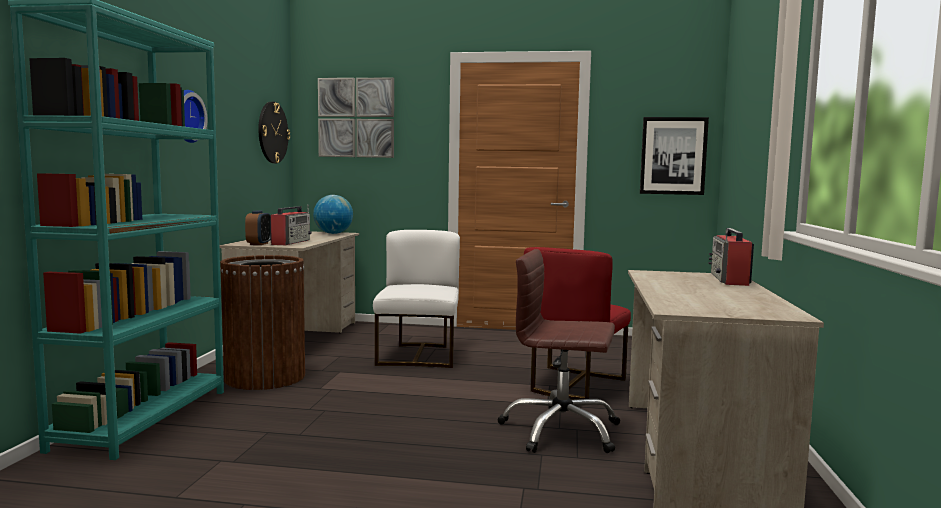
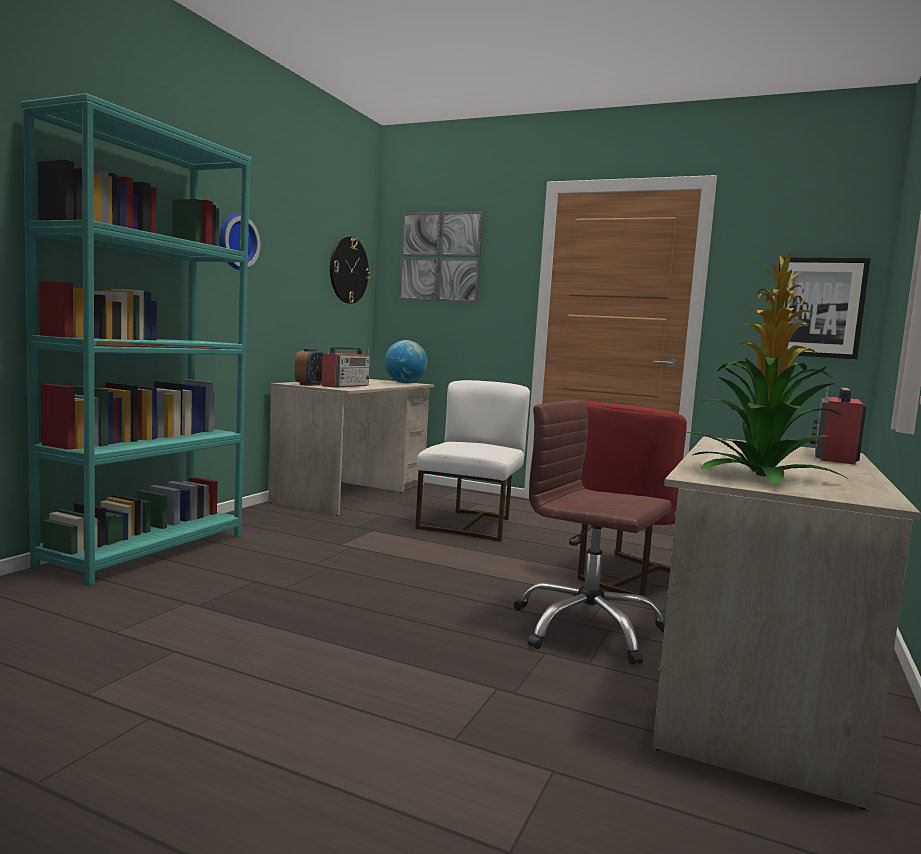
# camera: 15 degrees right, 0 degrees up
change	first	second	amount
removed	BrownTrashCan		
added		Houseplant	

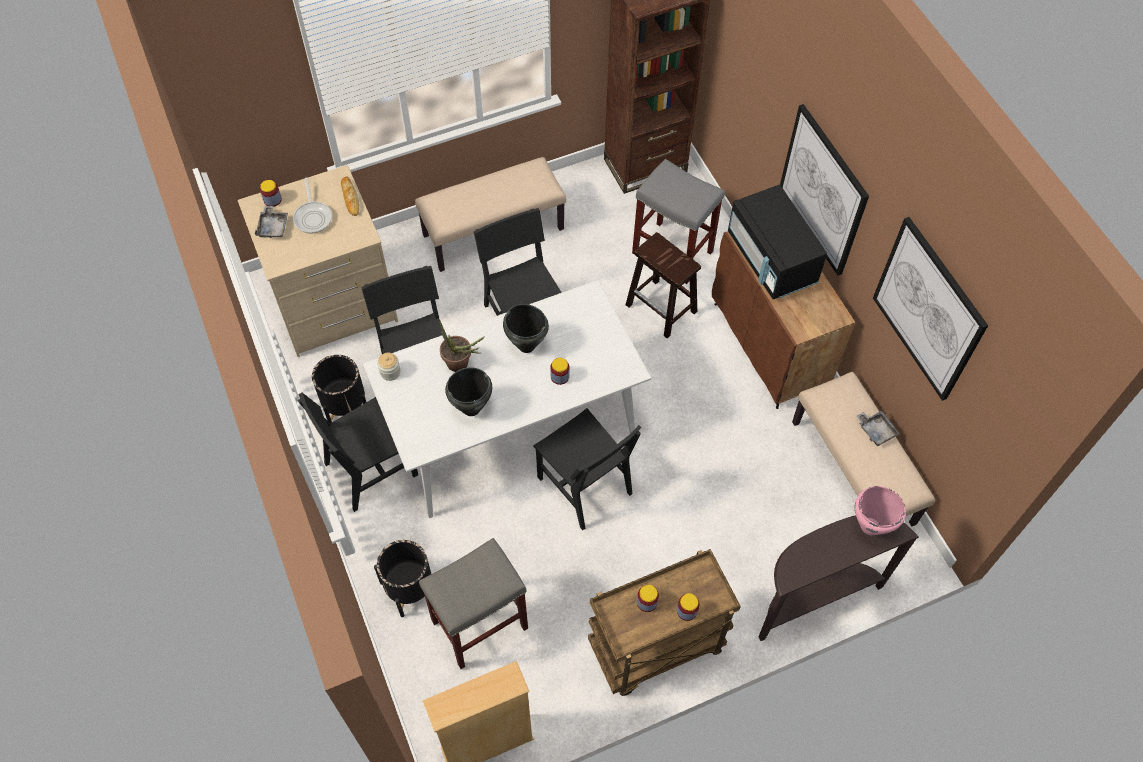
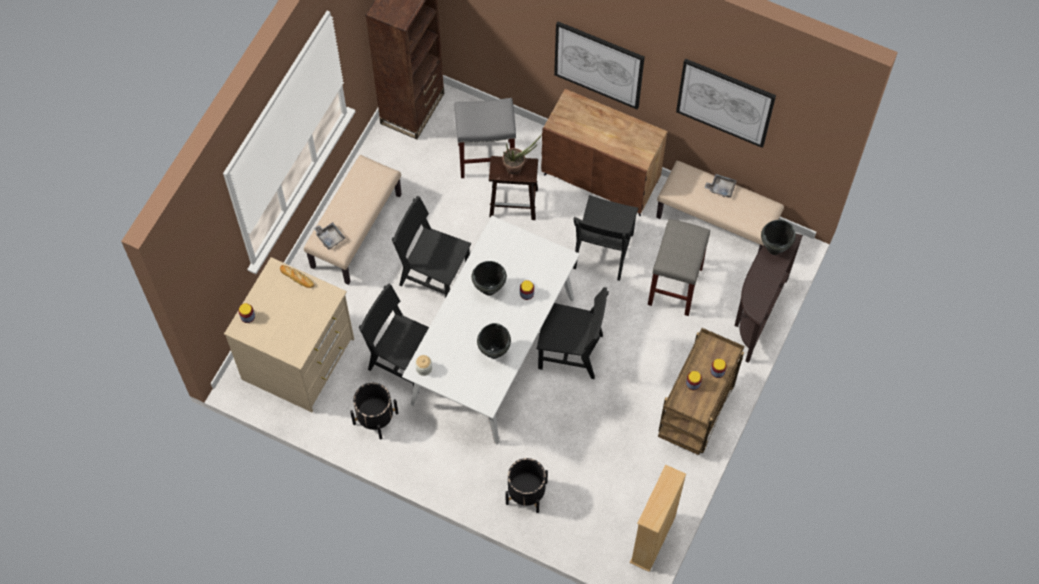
# camera: 40 degrees left, 5 degrees up
change	first	second	amount
removed	Pan		
removed	BlackishKitchenMicrowave		
moved	GreyCarryingTray (1st from left)		
moved	BlackishChair (1st from left in the first image)	BlackishChair (4th from left)	
moved	GreyStoolSeat (1st from left in the first image)	GreyStoolSeat (2nd from left)	
moved	Houseplant		
recoloured	PinkCookingPot	BlackishCookingPot (3rd from left)	

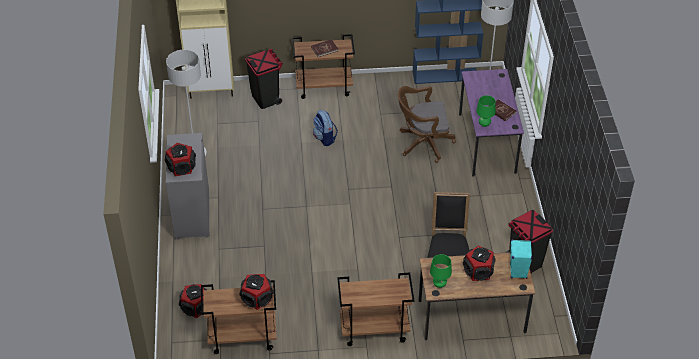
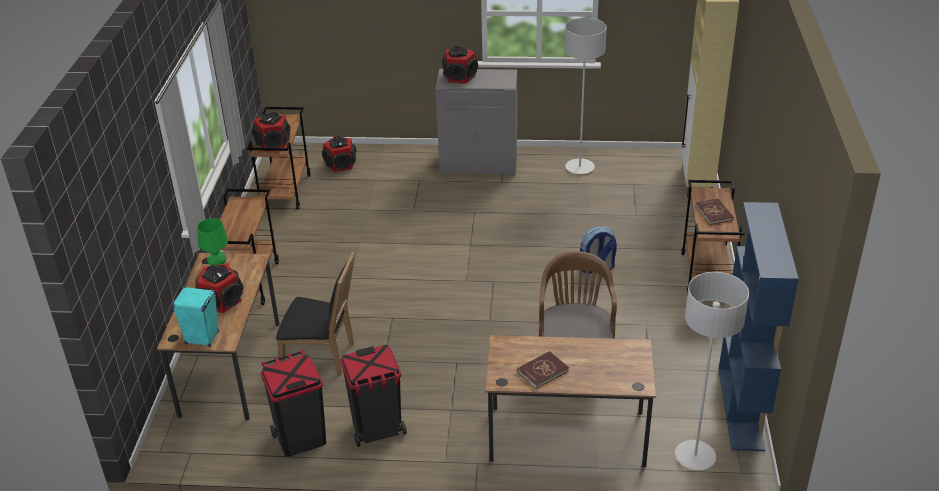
# camera: 100 degrees right, 10 degrees down
change	first	second	amount
removed	GreenColouredTableLamp (2nd from left)		
moved	BlackishTrashCan (1st from left in the first image)	BlackishTrashCan (2nd from left)	
recoloured	PurplishDeskTable	BrownDeskTable (2nd from left)	

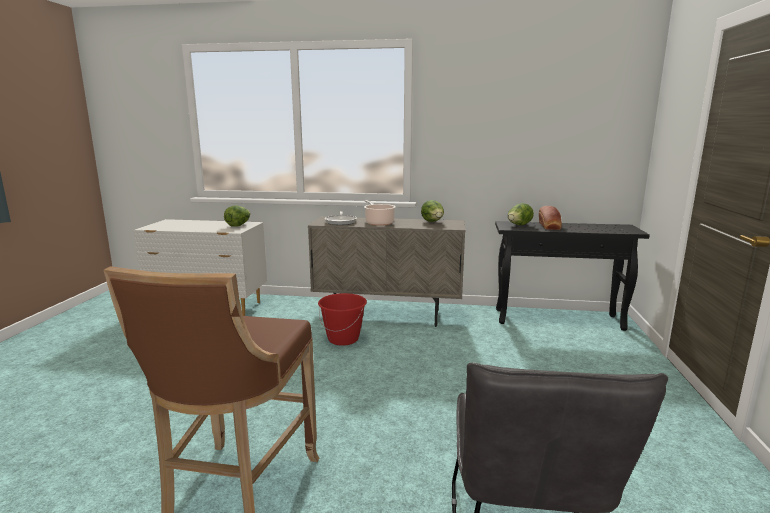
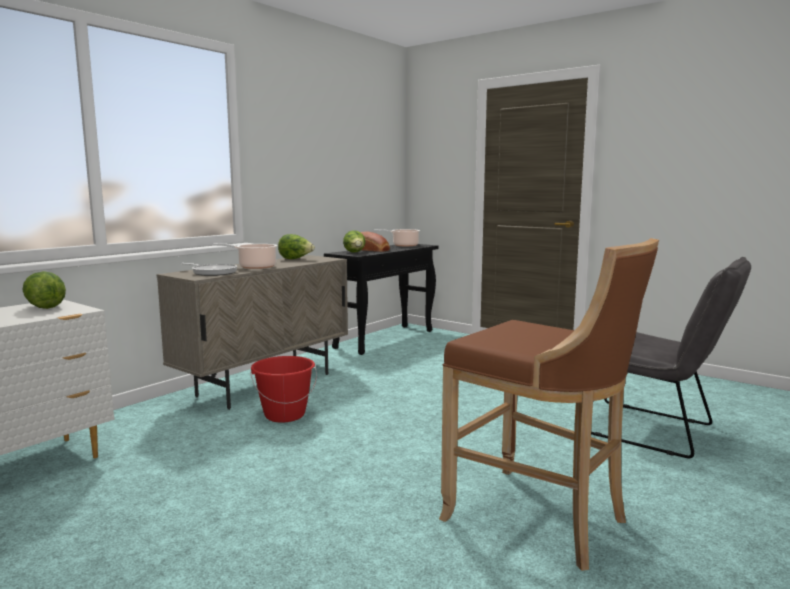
# camera: 60 degrees left, 5 degrees down
change	first	second	amount
added		CookingPot (2nd from left)	

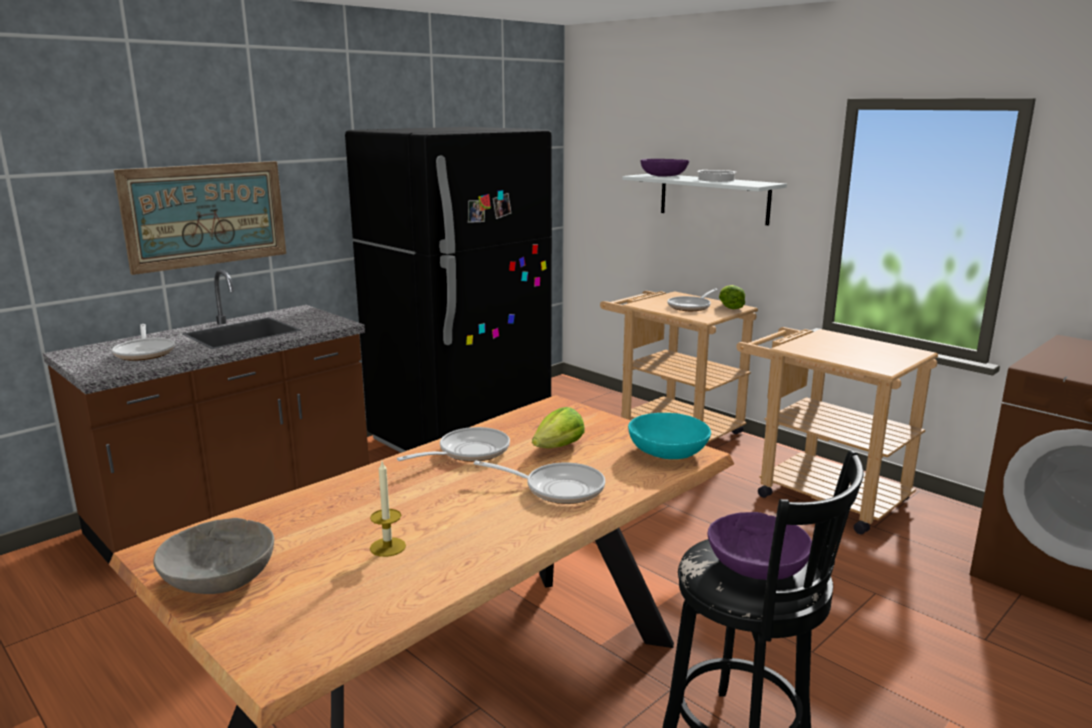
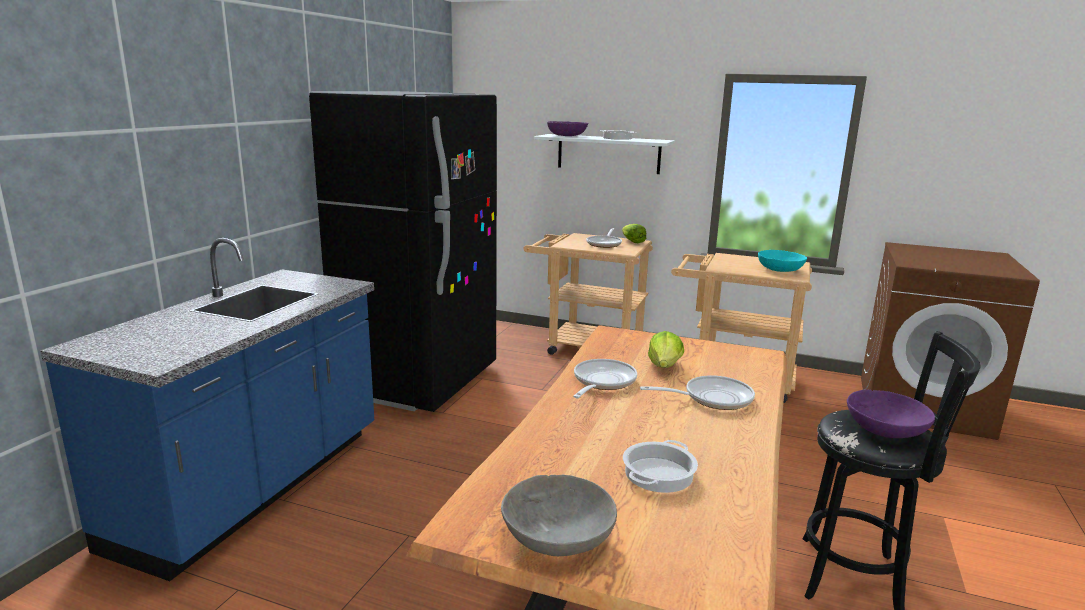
# camera: 25 degrees left, 0 degrees up
change	first	second	amount
removed	Pan (1st from left)		
removed	Picture		
moved	TurquoiseBowl		
replaced	WaxCandle	CookingPot (2nd from left)	
recoloured	BrownKitchenBaseUnit	BlueColouredKitchenBaseUnit	

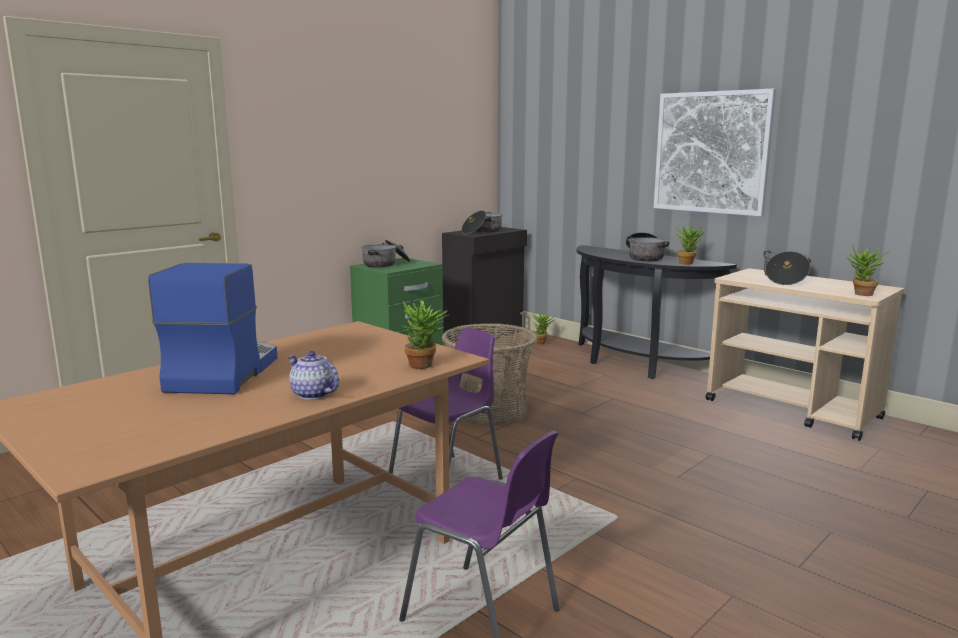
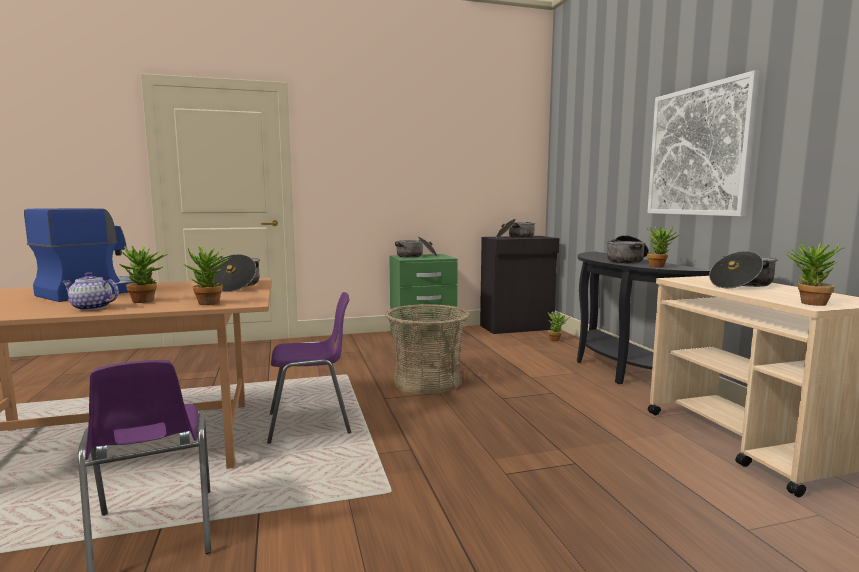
# camera: 30 degrees right, 5 degrees down
change	first	second	amount
added		Houseplant (1st from left)	
added		CookingPot (1st from left)	
turned	Teapot		60 degrees counterclockwise

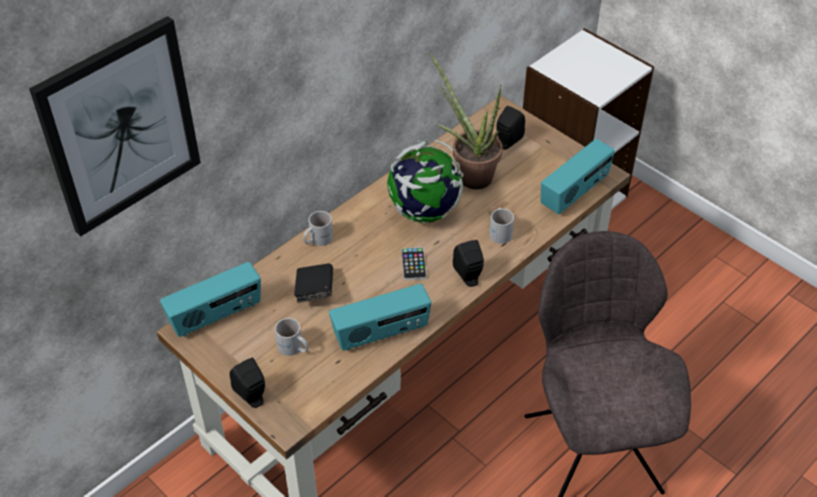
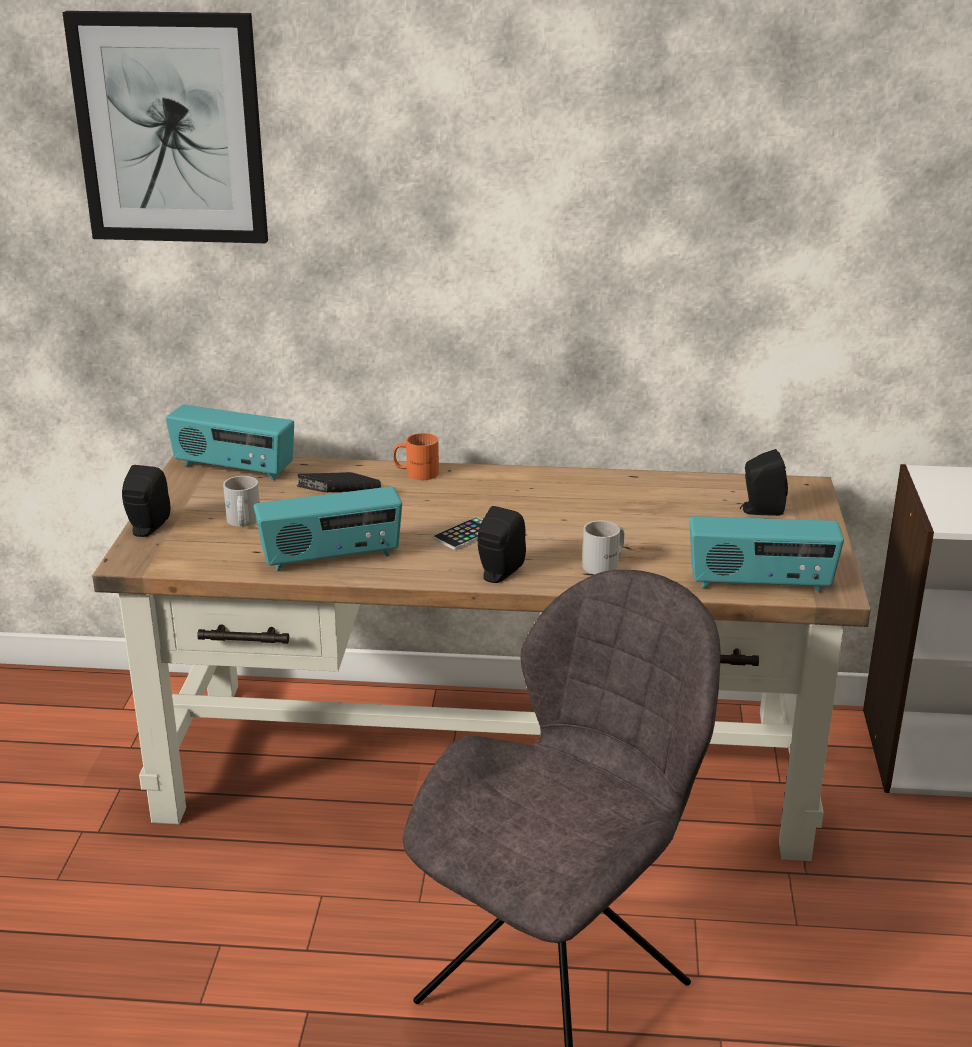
# camera: 50 degrees right, 20 degrees down
change	first	second	amount
removed	DeskGlobe		
removed	Houseplant		
recoloured	WhiteMug (2nd from left)	OrangeColouredMug	
turned	RadioSet (2nd from left)		45 degrees counterclockwise

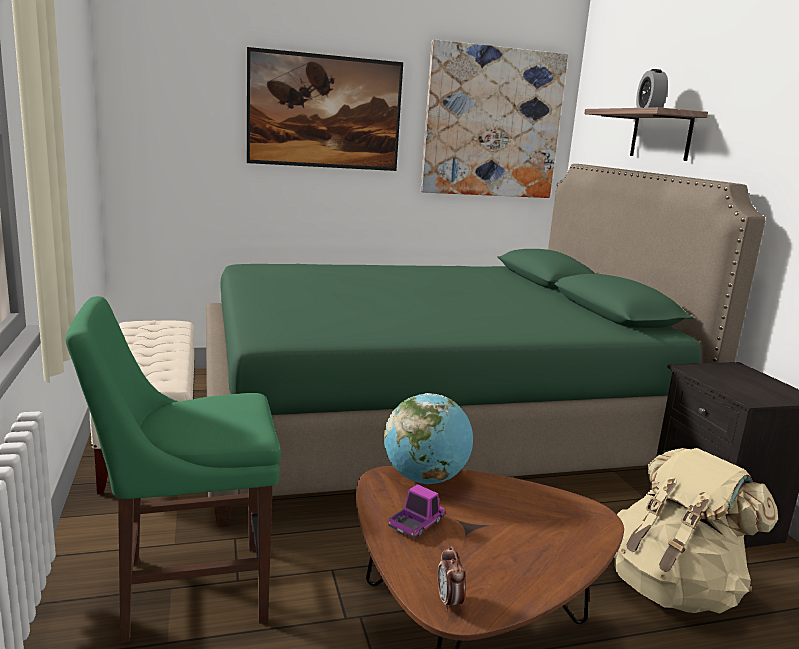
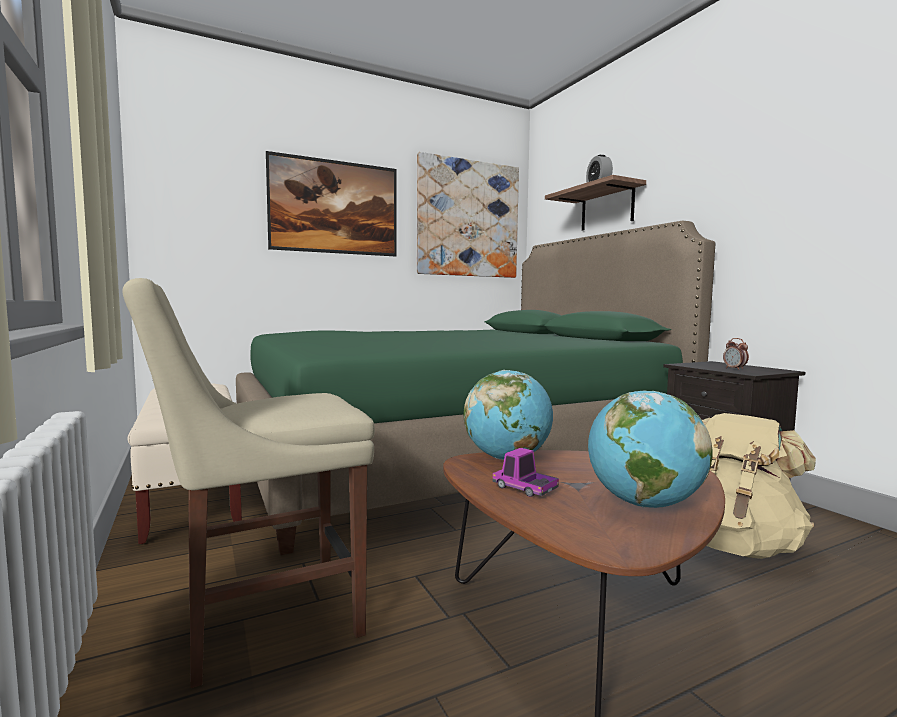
# camera: 10 degrees left, 10 degrees down
change	first	second	amount
added		DeskGlobe (2nd from left)	
moved	AlarmClock (1st from left in the first image)	AlarmClock (2nd from left)	
recoloured	GreenColouredChair	BeigeColouredChair	
turned	ModelTruck		75 degrees counterclockwise

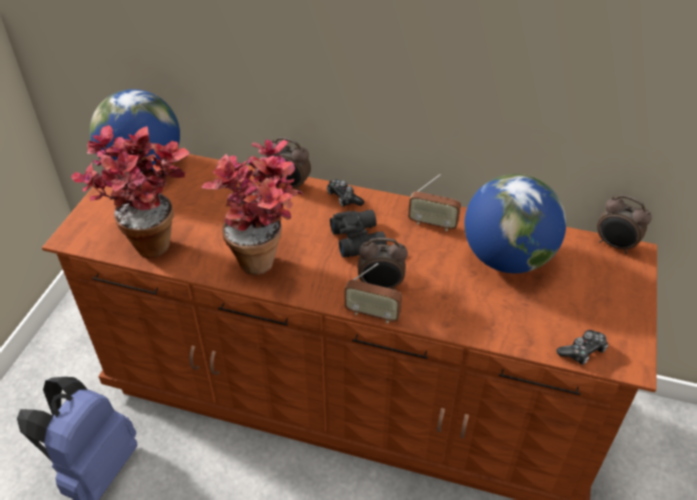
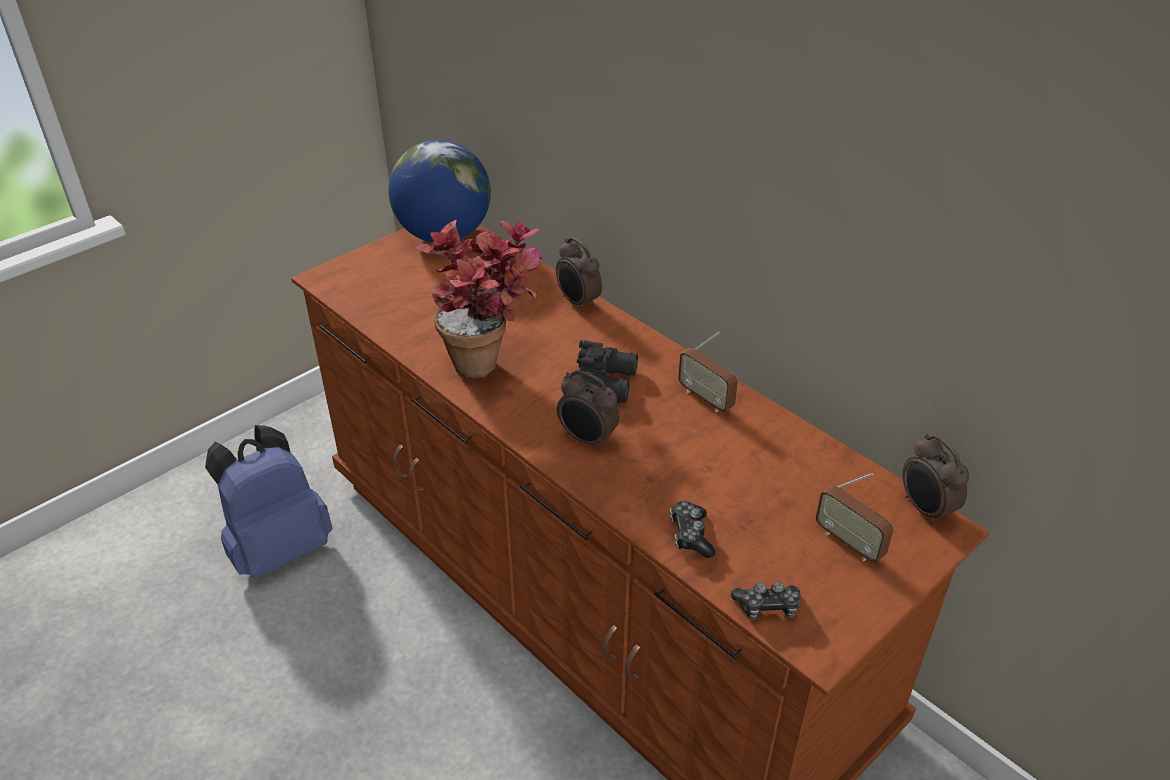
# camera: 30 degrees right, 5 degrees down
change	first	second	amount
removed	Houseplant (1st from left)		
removed	DeskGlobe (2nd from left)		
moved	GameController (1st from left)		
moved	RadioSet (1st from left in the first image)	RadioSet (2nd from left)	

